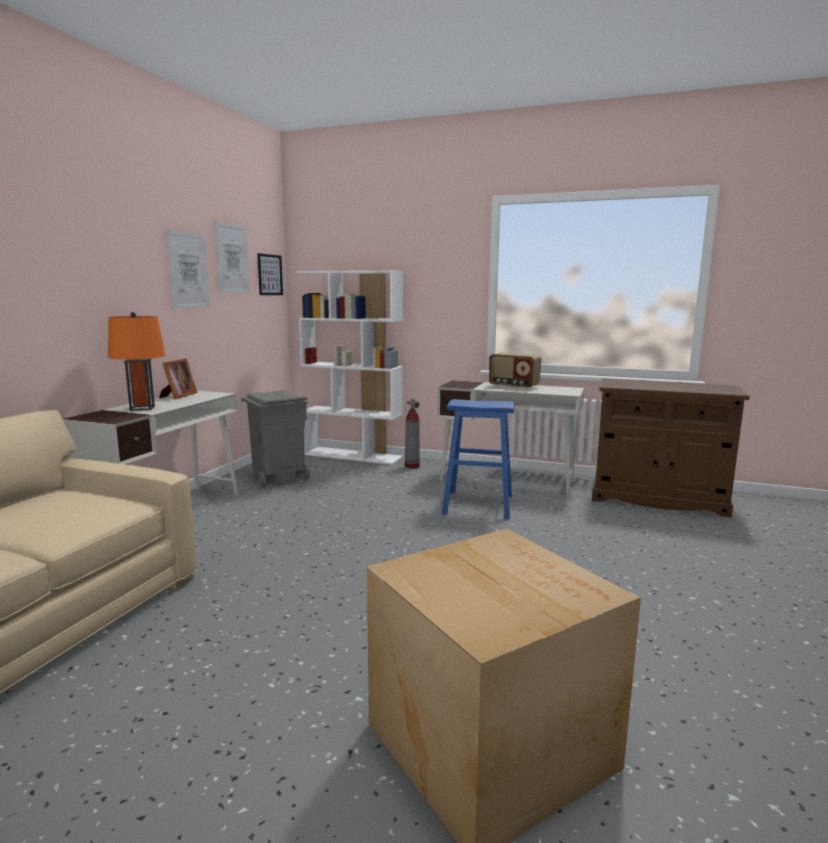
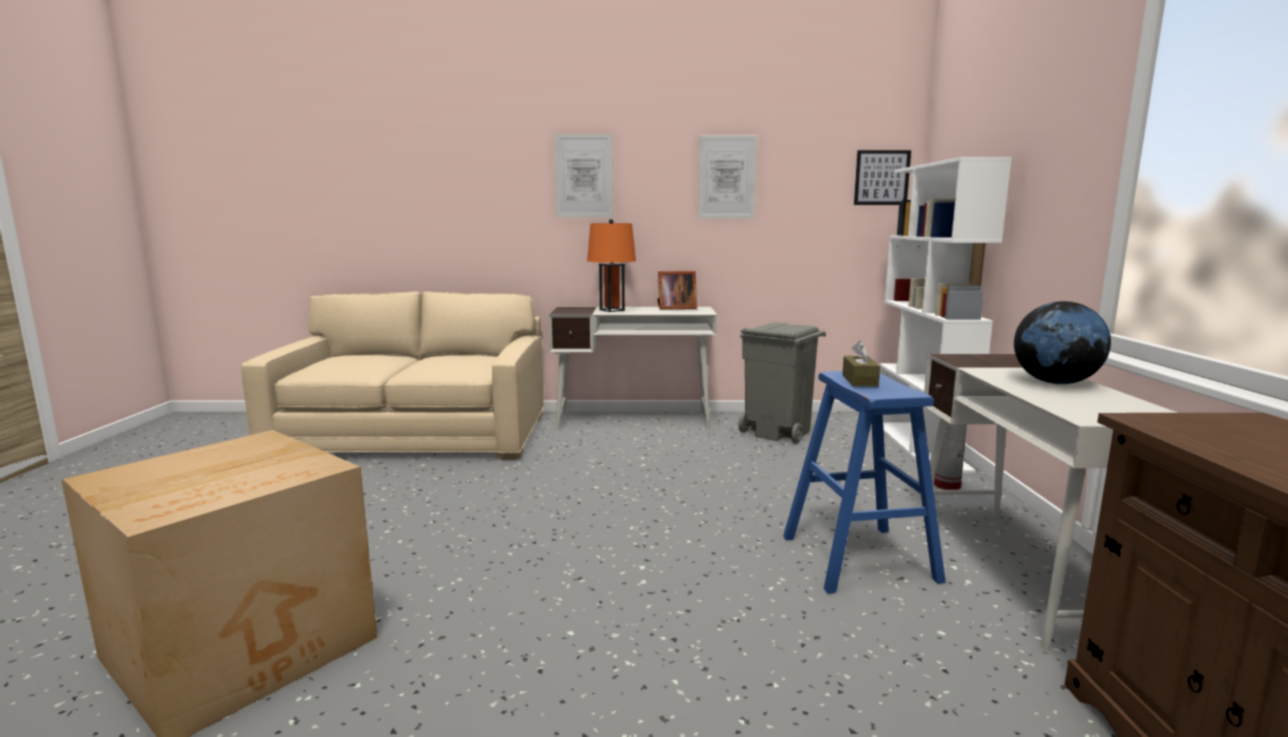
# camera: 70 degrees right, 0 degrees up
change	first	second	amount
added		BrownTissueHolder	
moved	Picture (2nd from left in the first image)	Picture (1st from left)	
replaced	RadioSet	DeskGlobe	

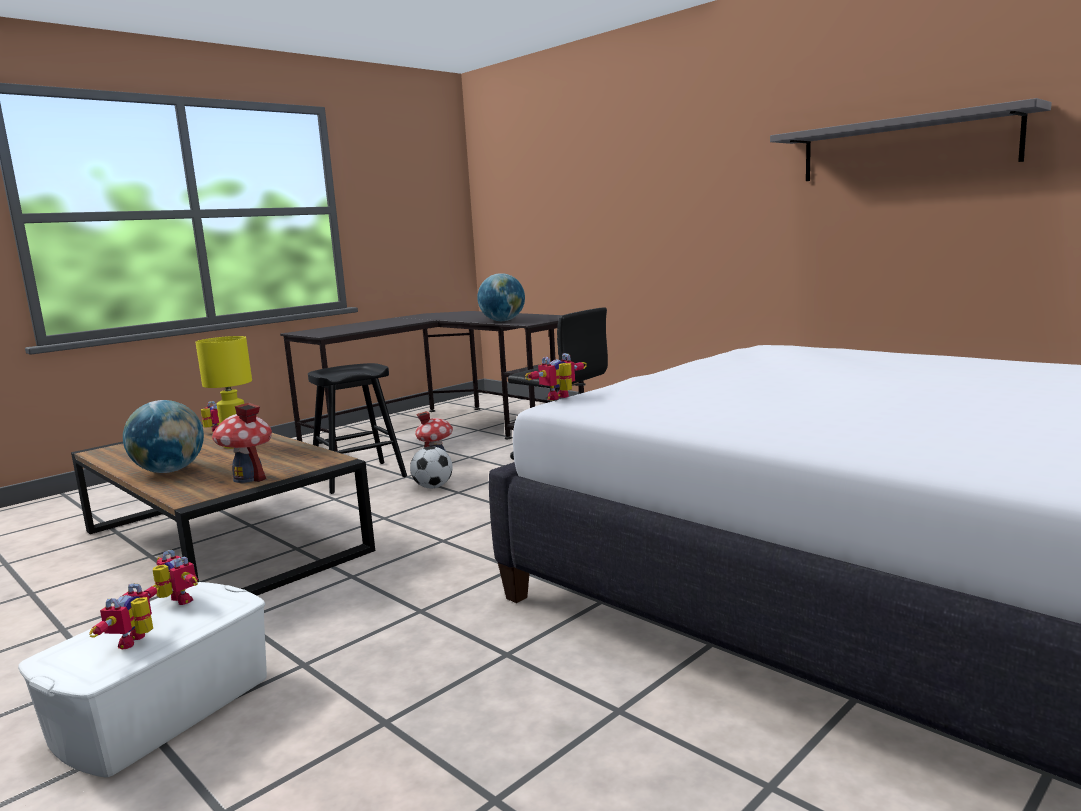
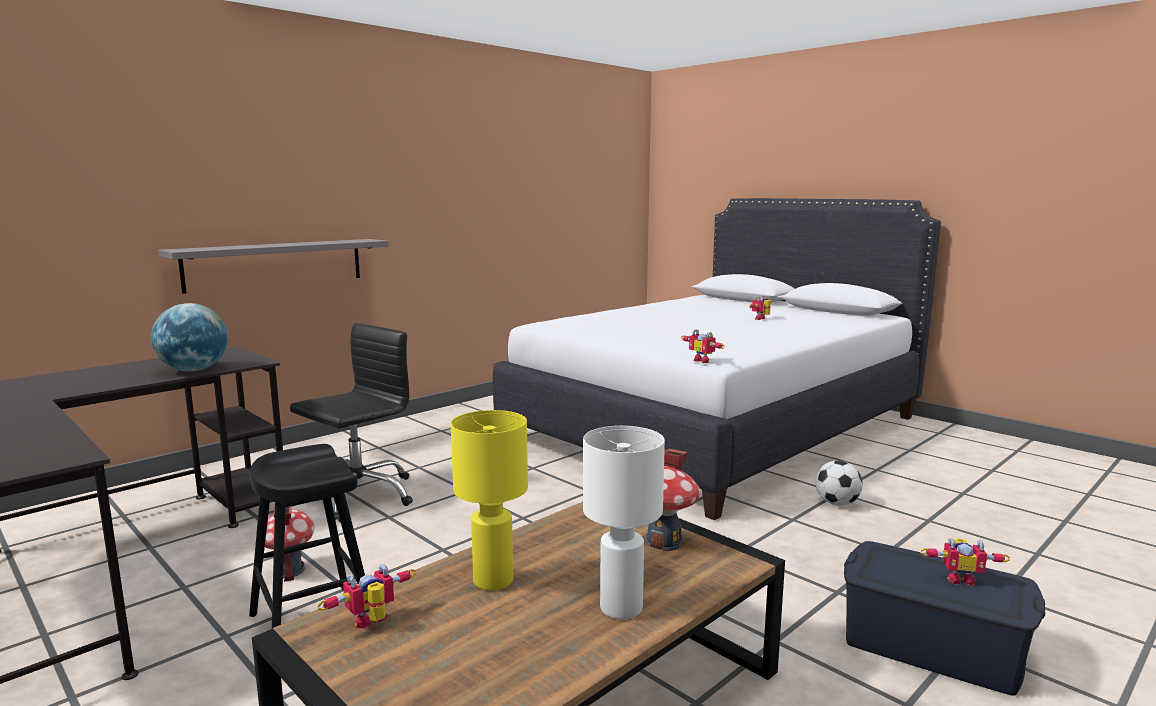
# camera: 90 degrees left, 0 degrees up
change	first	second	amount
moved	ModelRobot (2nd from left in the first image)	ModelRobot (3rd from left)	
moved	Football		
moved	GreyWallShelf		
replaced	DeskGlobe (1st from left)	WhiteTableLamp	
recoloured	WhiteStorageBin	BlueColouredStorageBin	

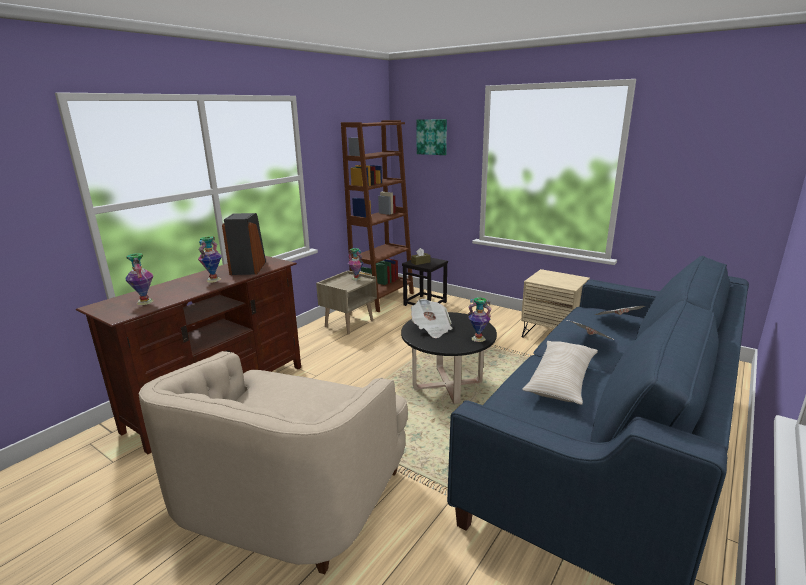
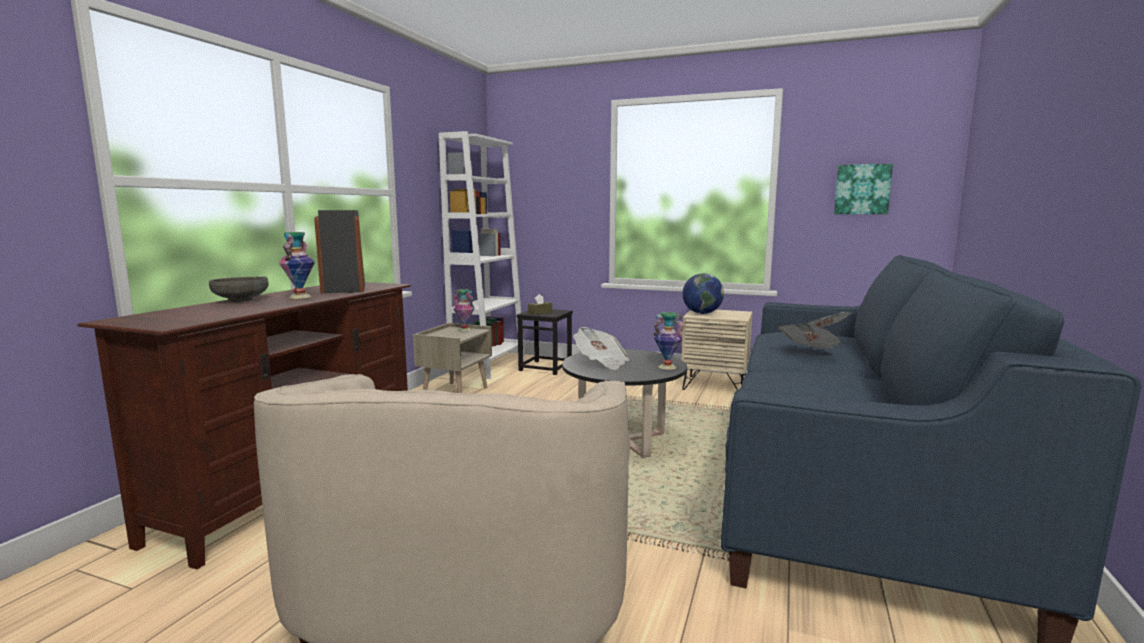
# camera: 15 degrees left, 10 degrees down
change	first	second	amount
removed	DecorativeVase (1st from left)		
removed	BeigeColouredCushion		
added		GreyBowl	
added		DeskGlobe	
moved	Picture		
recoloured	BrownBookcase	WhiteBookcase	

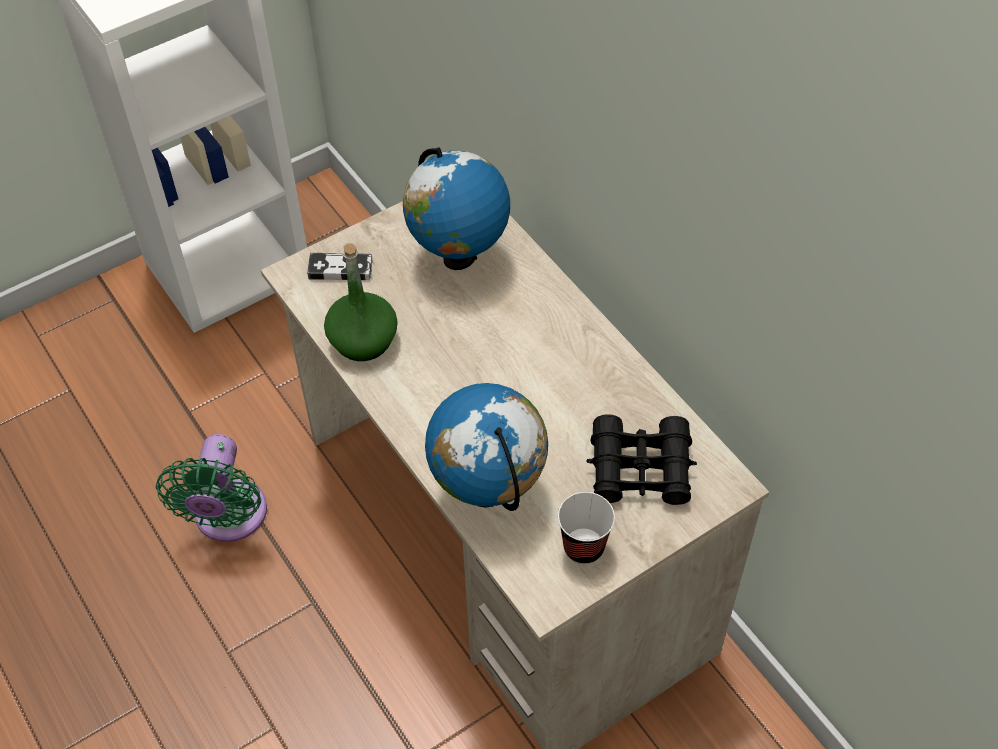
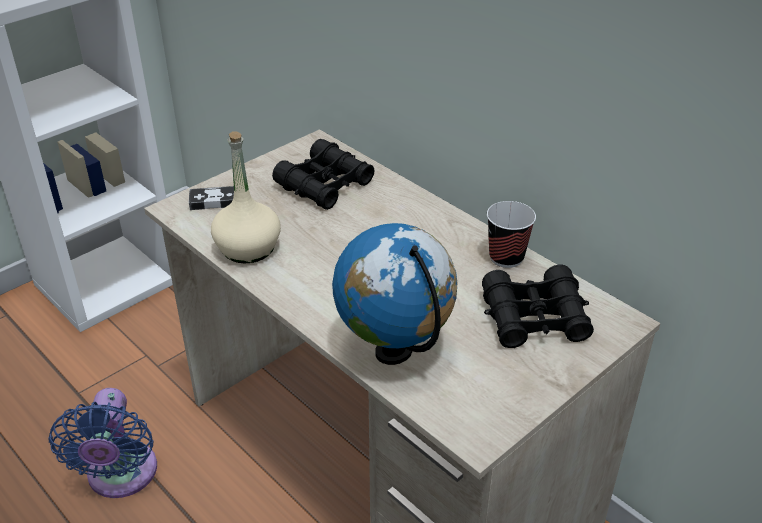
# camera: 10 degrees left, 15 degrees down
change	first	second	amount
moved	Cup		
replaced	DeskGlobe (1st from left)	BlackishPairOfBinoculars (1st from left)	
recoloured	GreenColouredFan	BlueColouredFan	
recoloured	GreenColouredBeverageBottle	BeigeColouredBeverageBottle	

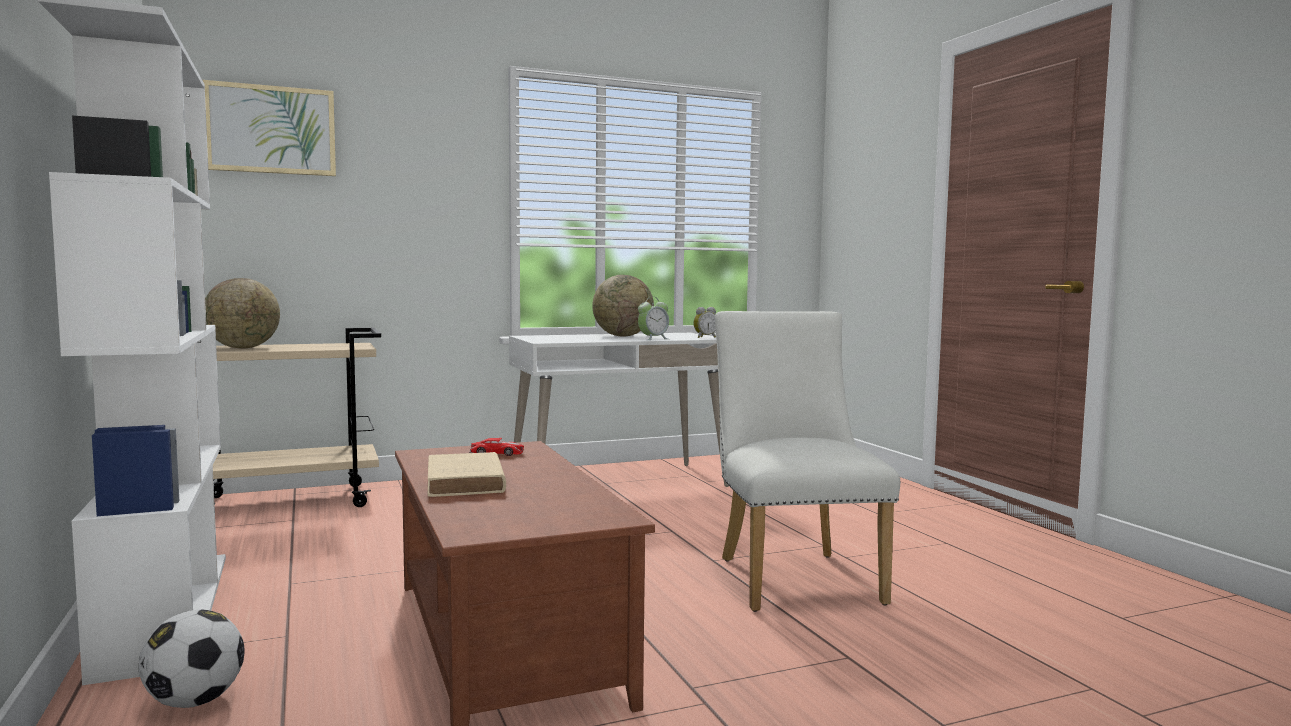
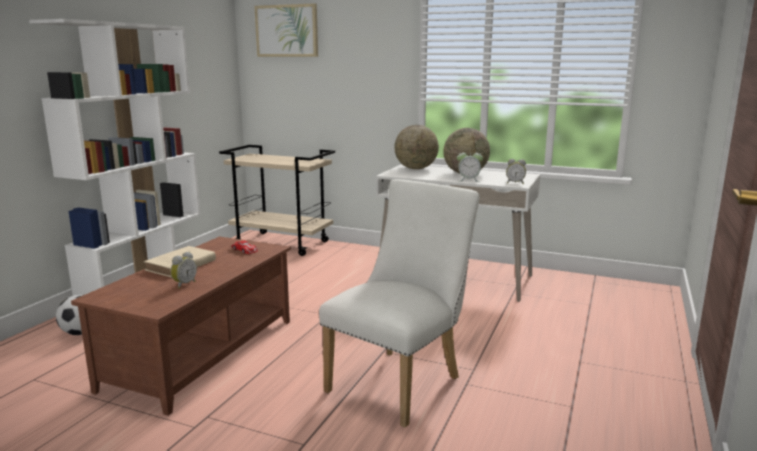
# camera: 45 degrees right, 10 degrees up
change	first	second	amount
added		AlarmClock (1st from left)	
moved	DeskGlobe (1st from left)		

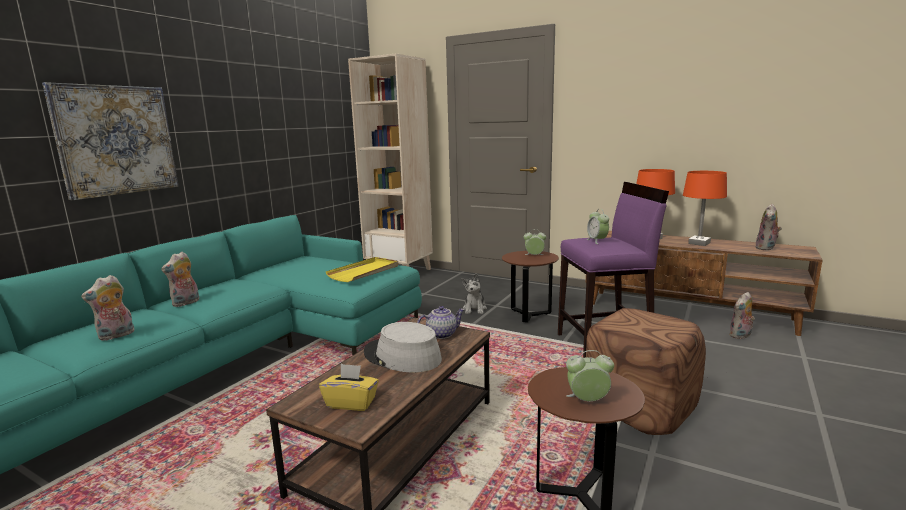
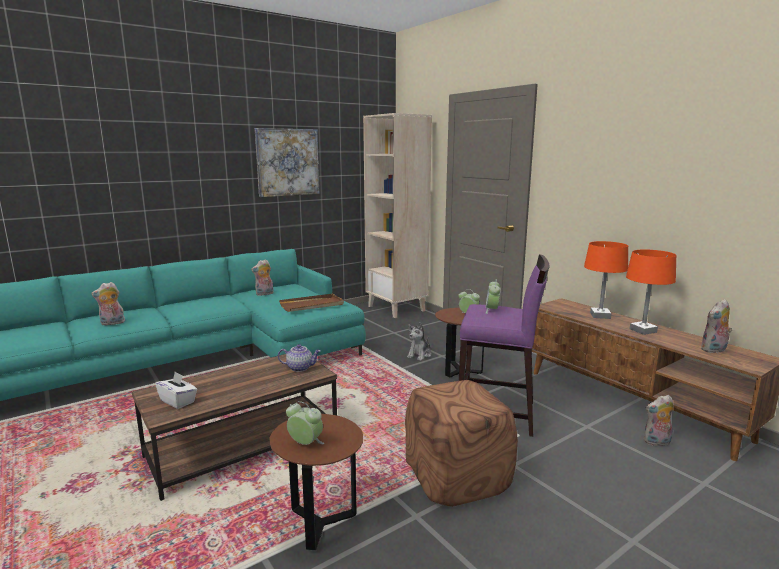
# camera: 25 degrees right, 0 degrees up
change	first	second	amount
removed	GreyHat		
moved	Picture		
moved	CuddlyToy (2nd from left)		
recoloured	YellowTissueHolder	WhiteTissueHolder	
recoloured	YellowCarryingTray	BrownCarryingTray	

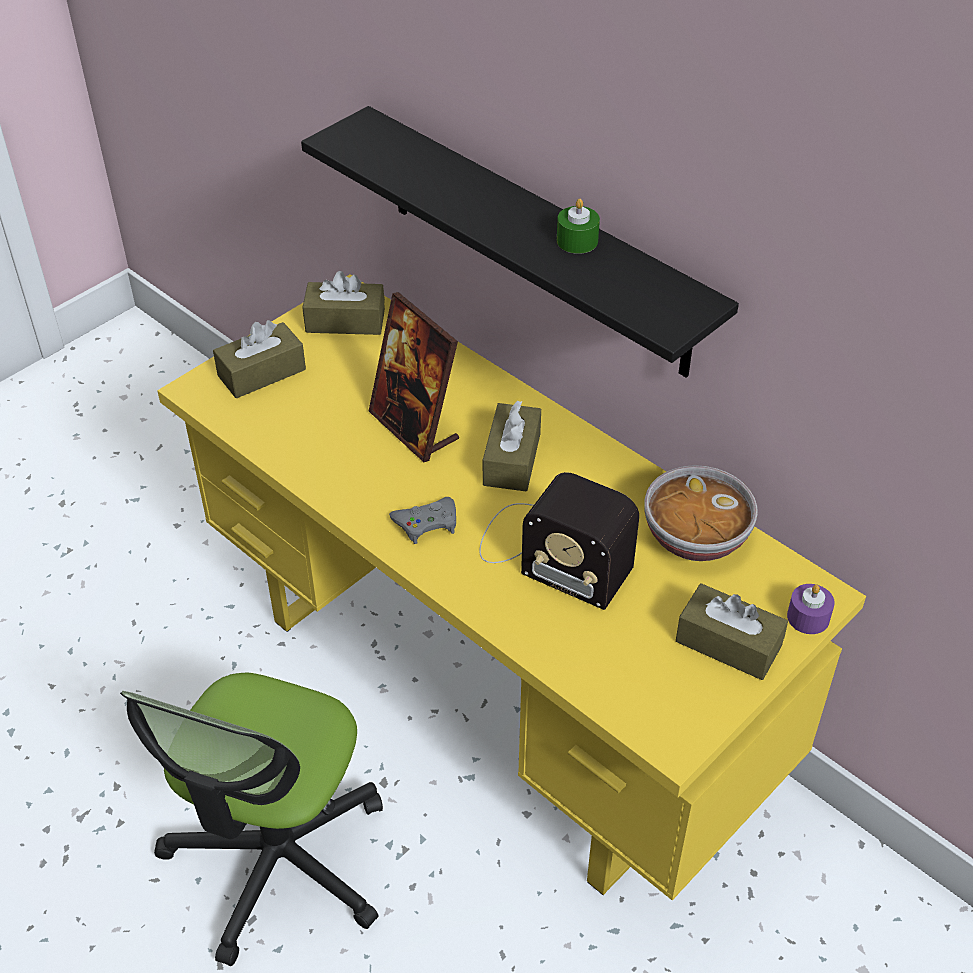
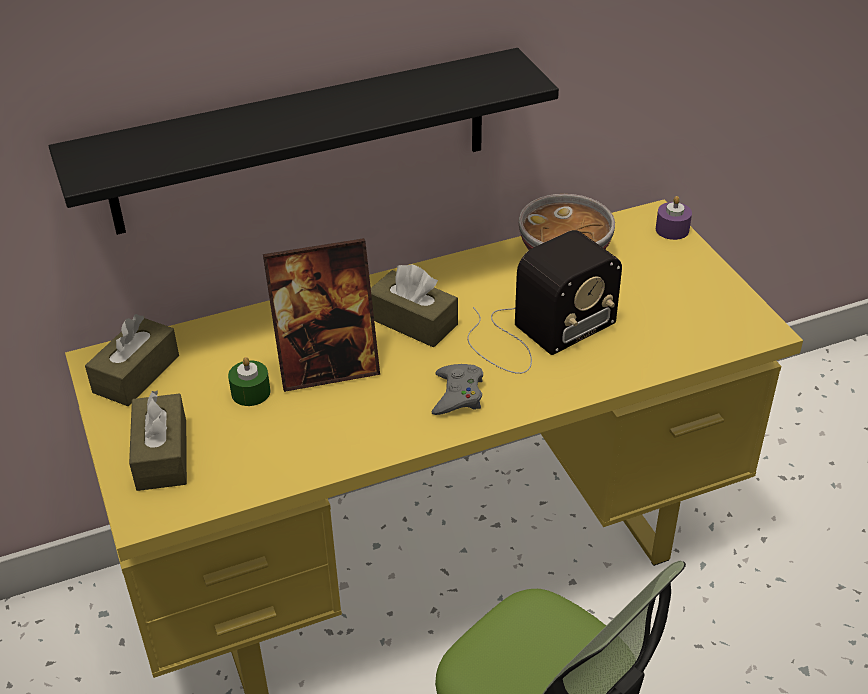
# camera: 65 degrees left, 5 degrees down
change	first	second	amount
removed	BrownTissueHolder (4th from left)		
moved	GreenColouredWaxCandle		

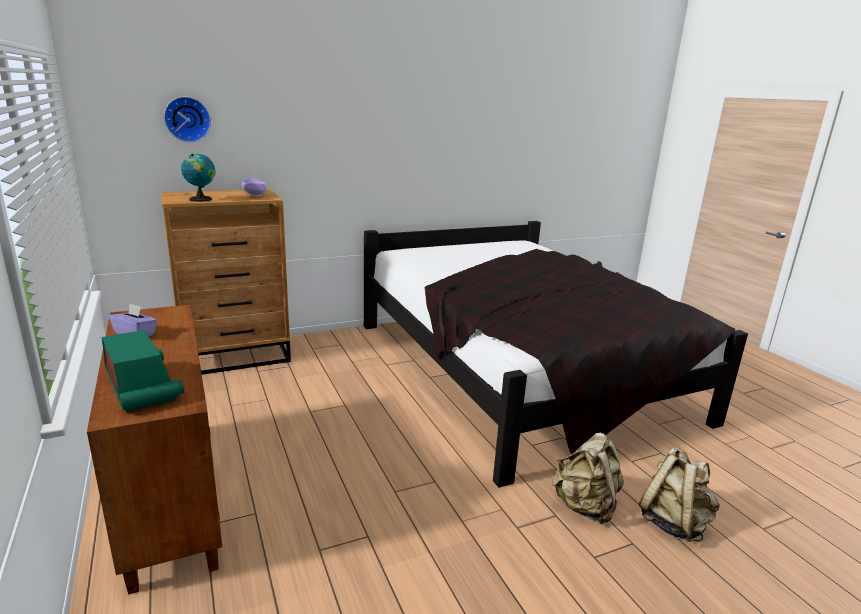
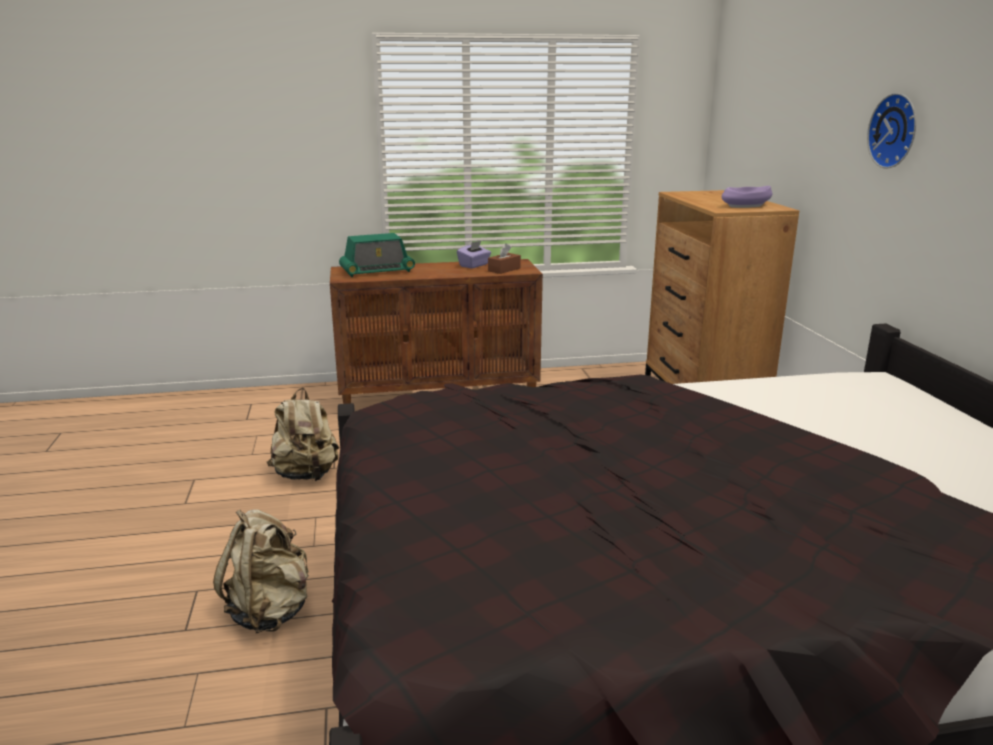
# camera: 105 degrees right, 0 degrees up
change	first	second	amount
removed	DeskGlobe		
added		BrownTissueHolder	
moved	HangingClock		
moved	BeigeColouredRucksack (2nd from left)		

